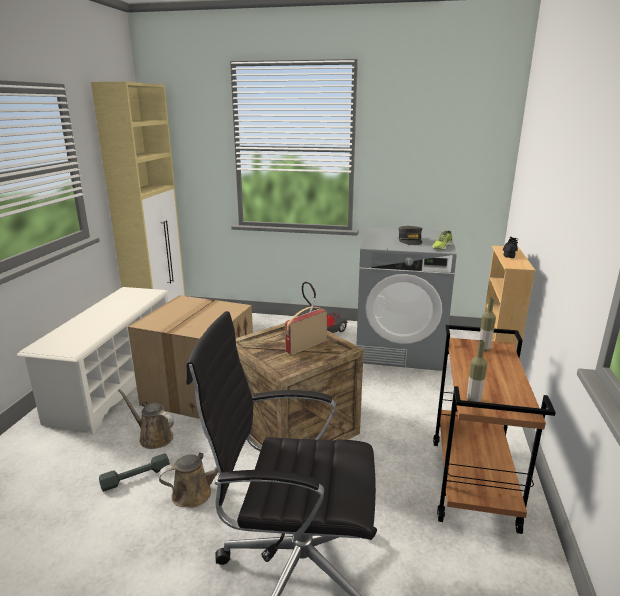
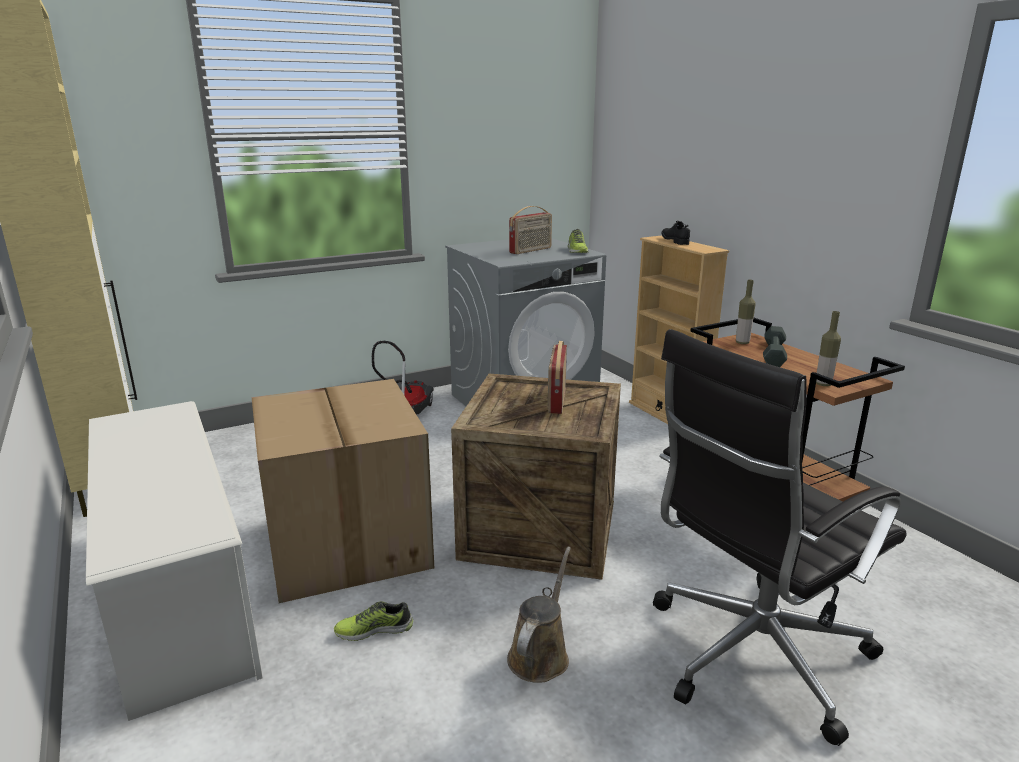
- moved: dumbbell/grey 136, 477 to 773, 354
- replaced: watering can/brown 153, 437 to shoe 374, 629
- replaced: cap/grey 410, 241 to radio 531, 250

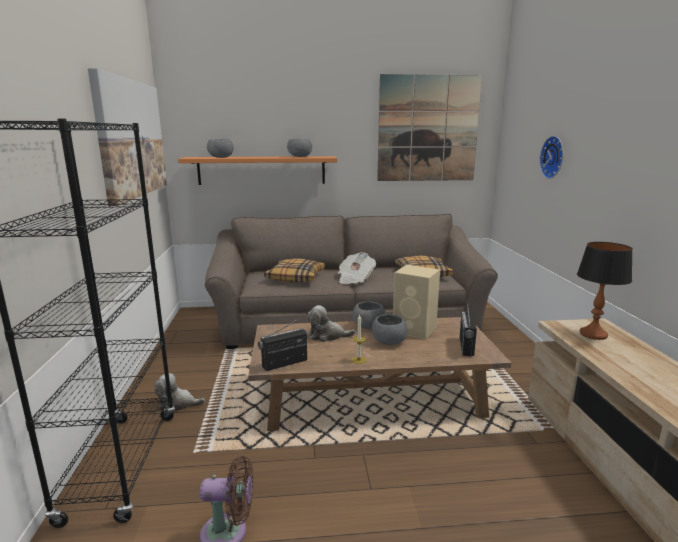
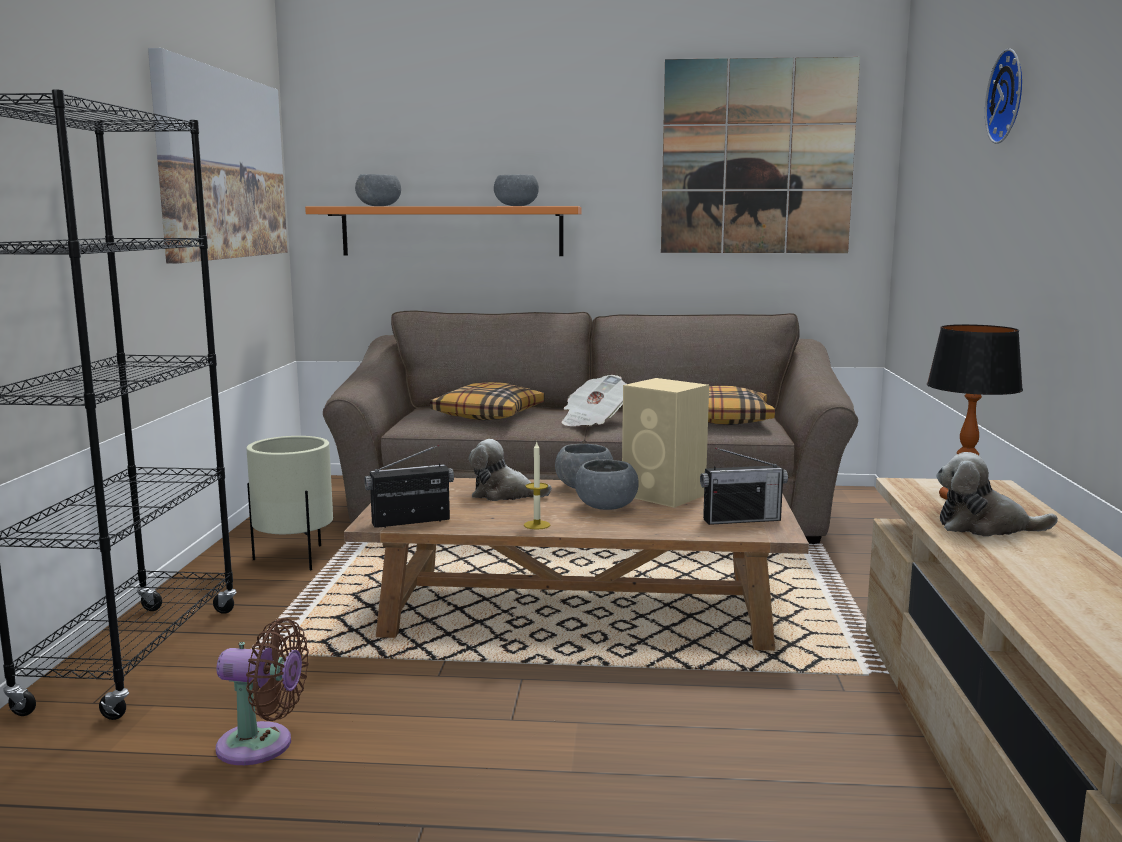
- added: planter/beige 295, 558
- moved: plush toy 177, 404 to 984, 527
- moved: wall clock 554, 157 to 1010, 96
- turned: radio 466, 346 = 741, 520 120 degrees counterclockwise

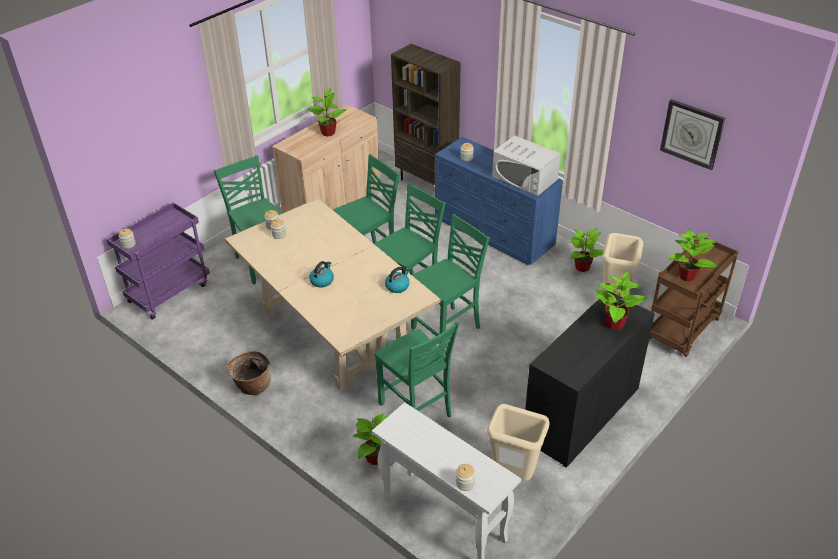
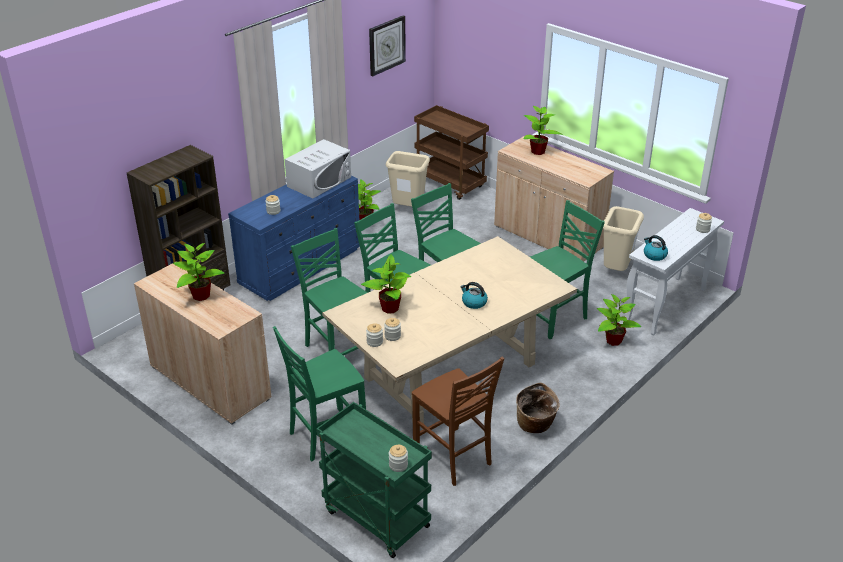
- added: chair/brown 454, 458
- moved: kettle 397, 286 to 654, 255
- moved: potted plant 687, 276 to 390, 308
- recoloured: cart/purple 169, 292 to cart/green 374, 518
- recoloured: cabinet/black 581, 414 to cabinet/beige 548, 237

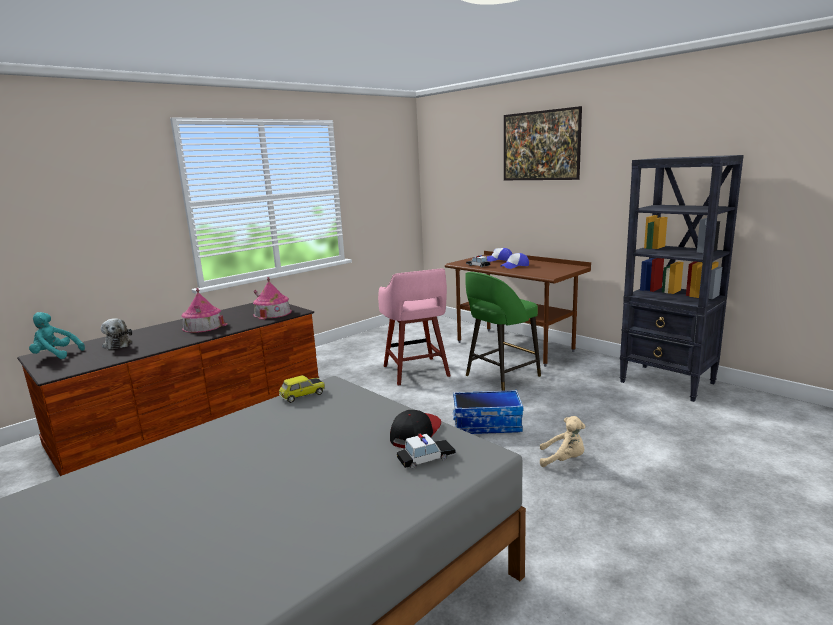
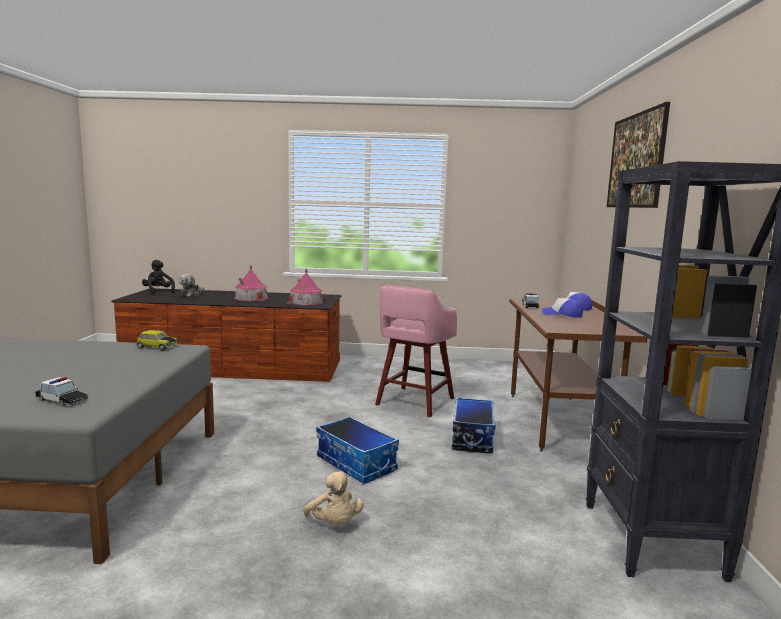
- removed: cap 415, 432
- replaced: stool/green 500, 376 to storage box 471, 438
- recoloured: plush toy/turquoise 55, 355 to plush toy/black 158, 291

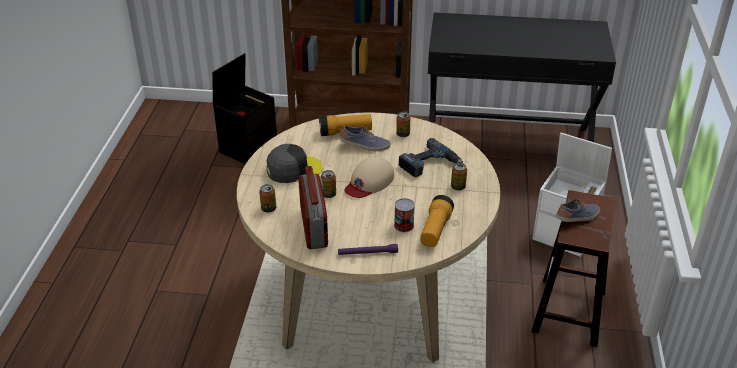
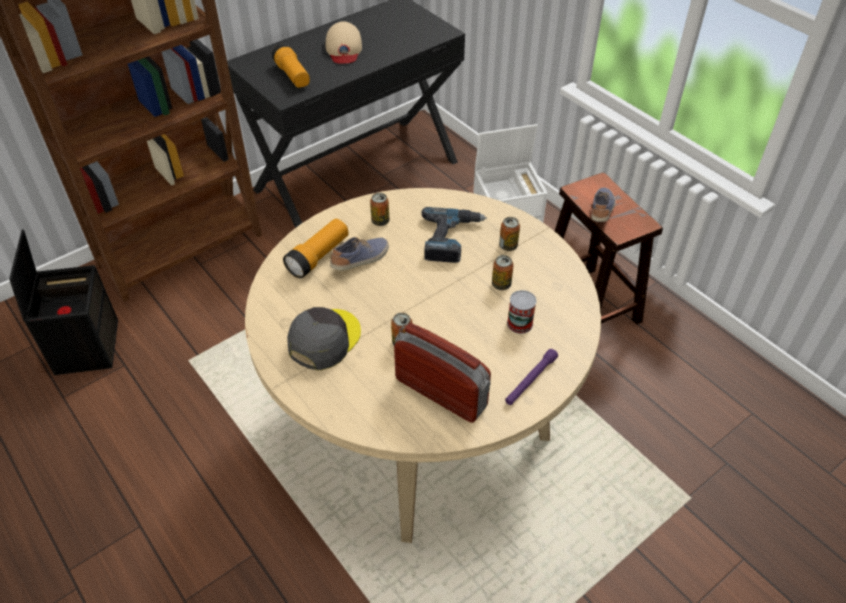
- moved: can 268, 209 to 501, 284
- moved: cap/beige 369, 182 to 344, 49
- moved: flashlight 435, 230 to 292, 76

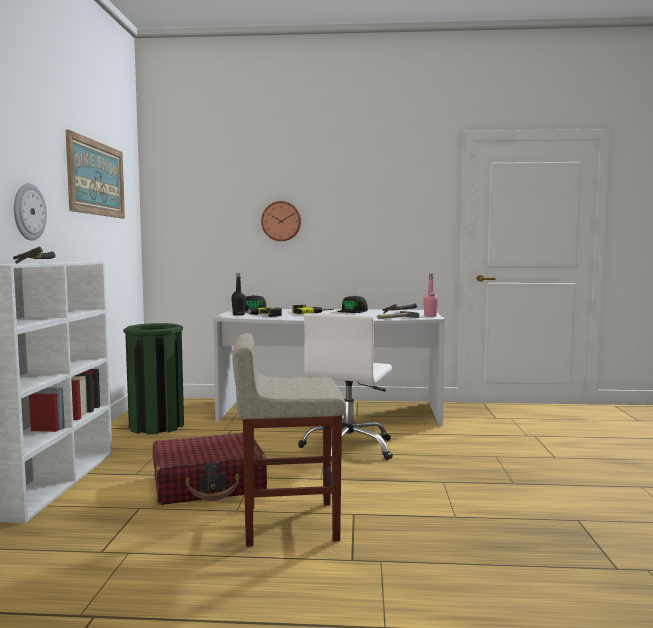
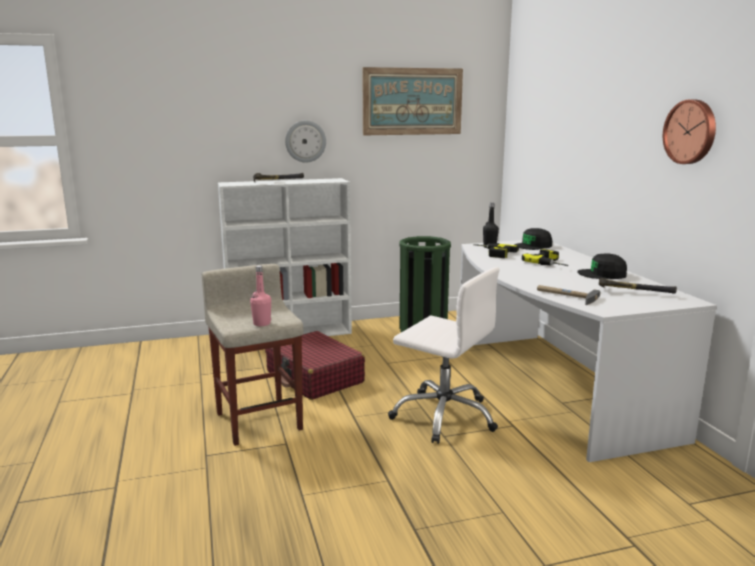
- moved: wall clock 281, 221 to 691, 132
- moved: bottle/pink 430, 316 to 262, 323
- turned: office chair/white 349, 448 = 444, 416 150 degrees counterclockwise

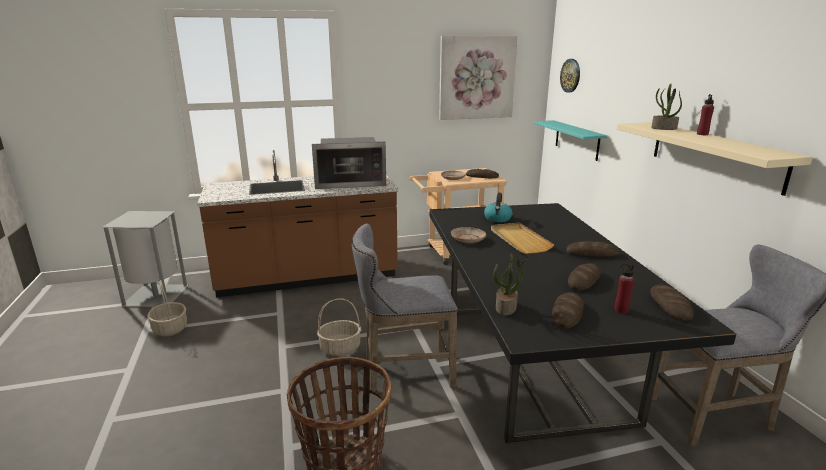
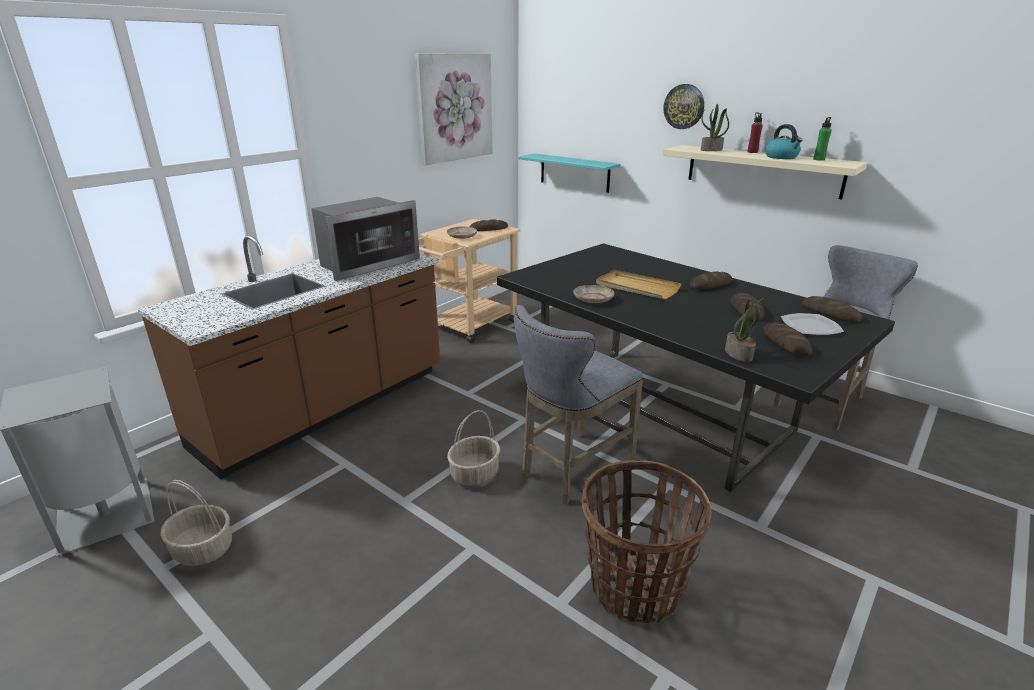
- added: bottle/green 819, 159
- moved: kettle 497, 219 to 781, 157
- moved: wall clock 570, 75 to 684, 106
- replaced: bottle/red 621, 309 to plate 810, 327

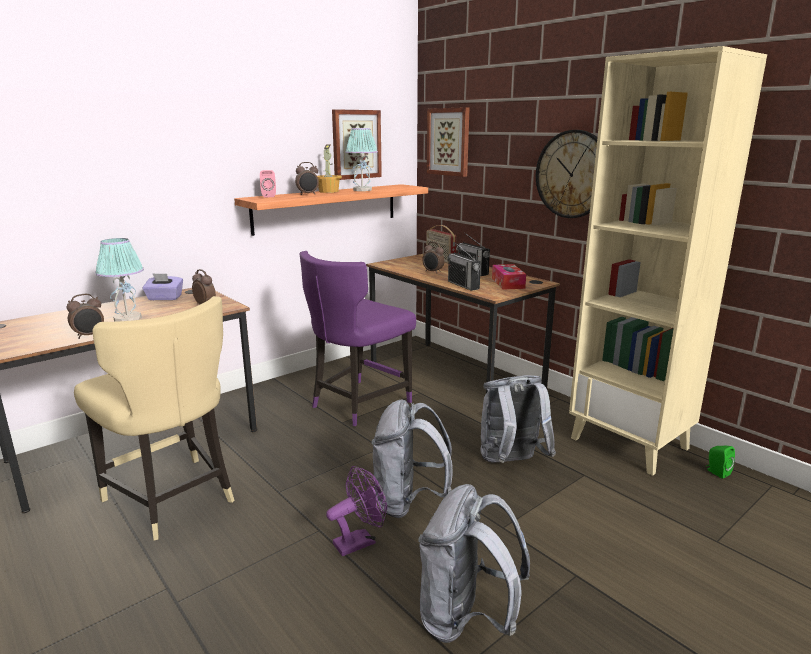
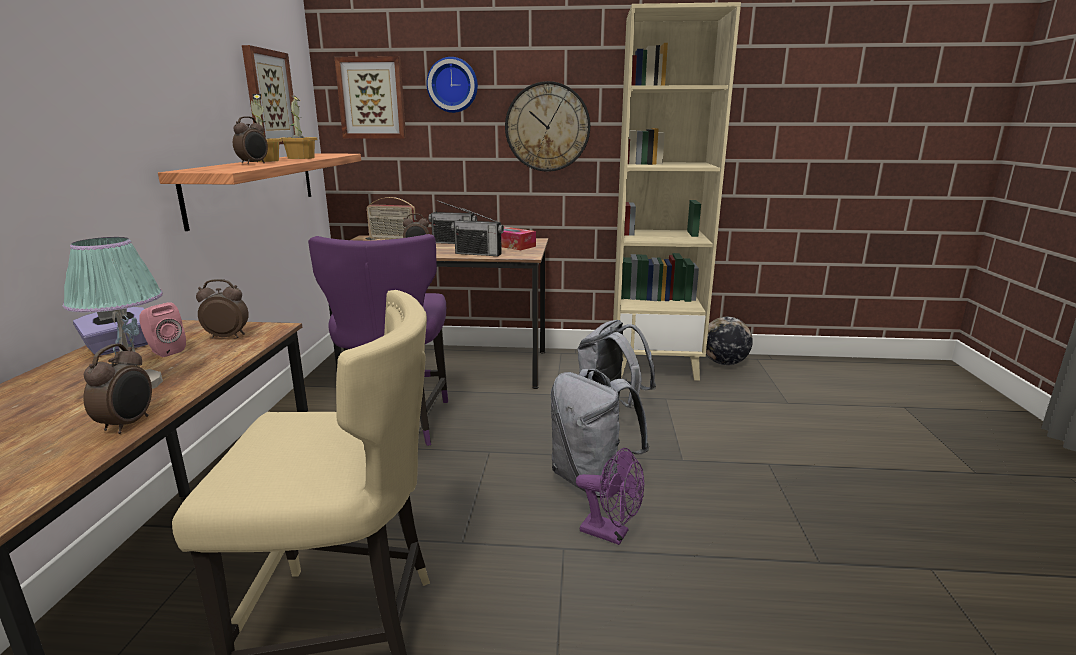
- removed: backpack/grey 466, 619
- added: wall clock 453, 85
- moved: speaker/pink 268, 196 to 164, 351
- replaced: table lamp 362, 190 to potted plant 300, 158
- replaced: speaker/green 716, 472 to globe 724, 363
- turned: fan/purple 360, 541 = 611, 533 105 degrees clockwise

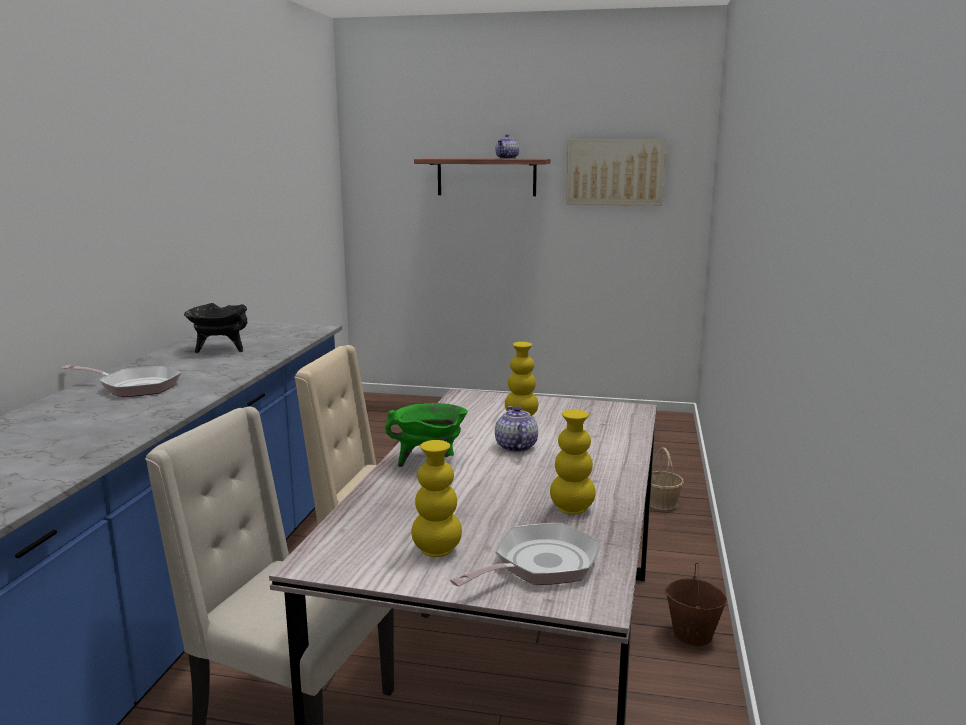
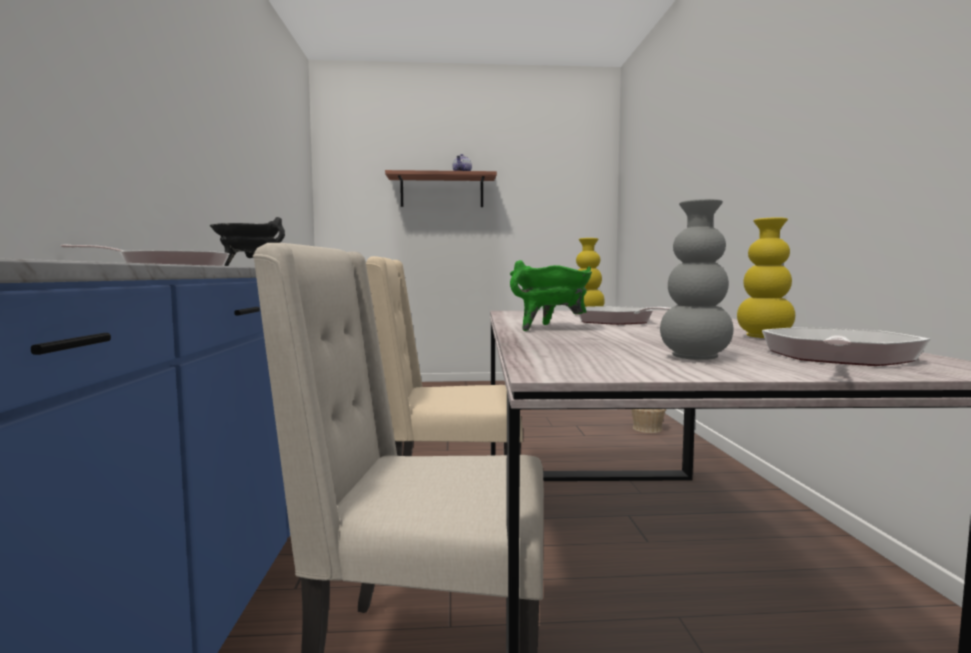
- removed: picture 615, 172
- removed: bucket/brown 692, 634
- replaced: teapot 515, 447 to frying pan 617, 322
- recoloured: vase/yellow 437, 550 to vase/grey 694, 358

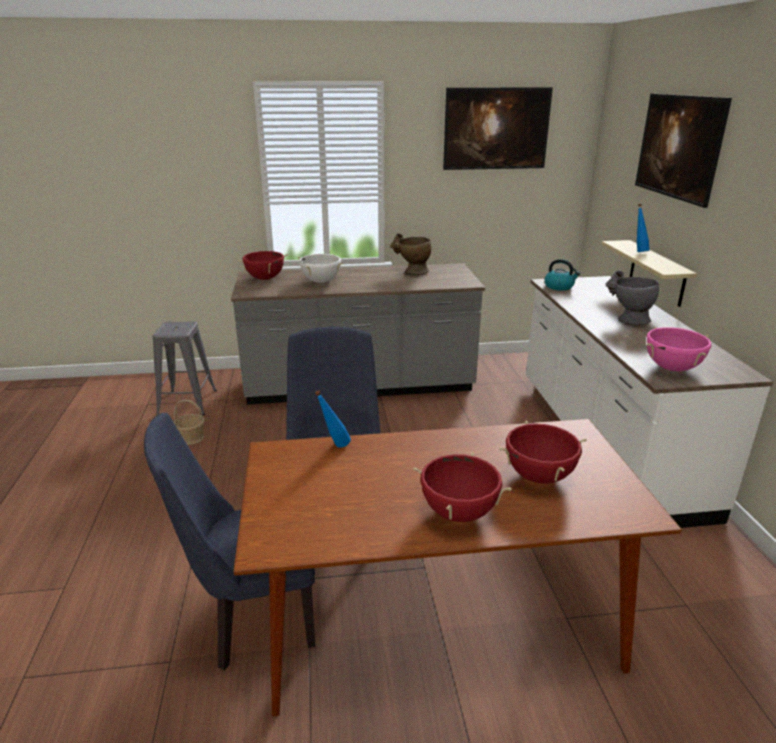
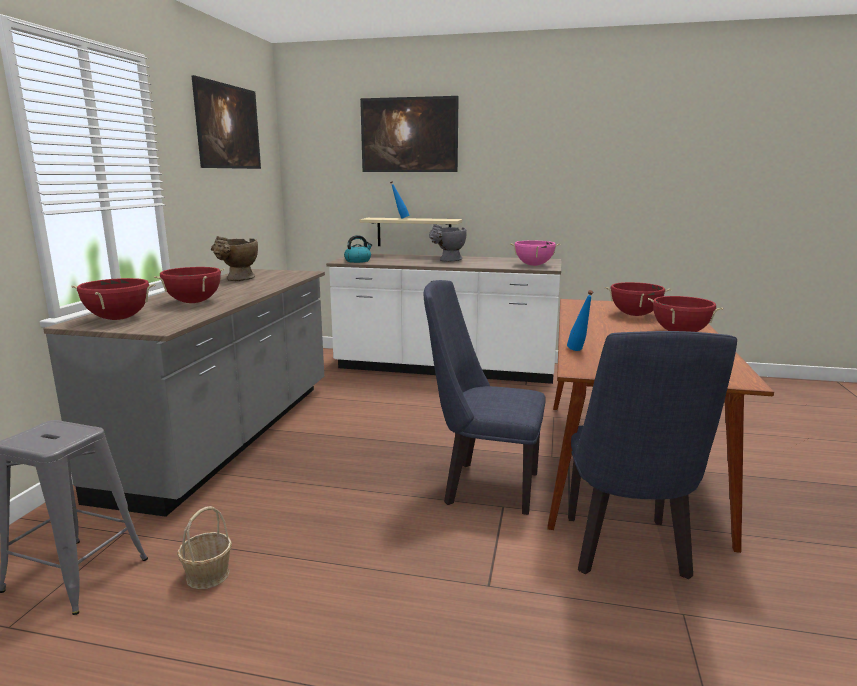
- recoloured: cooking pot/white 321, 281 to cooking pot/red 194, 302

